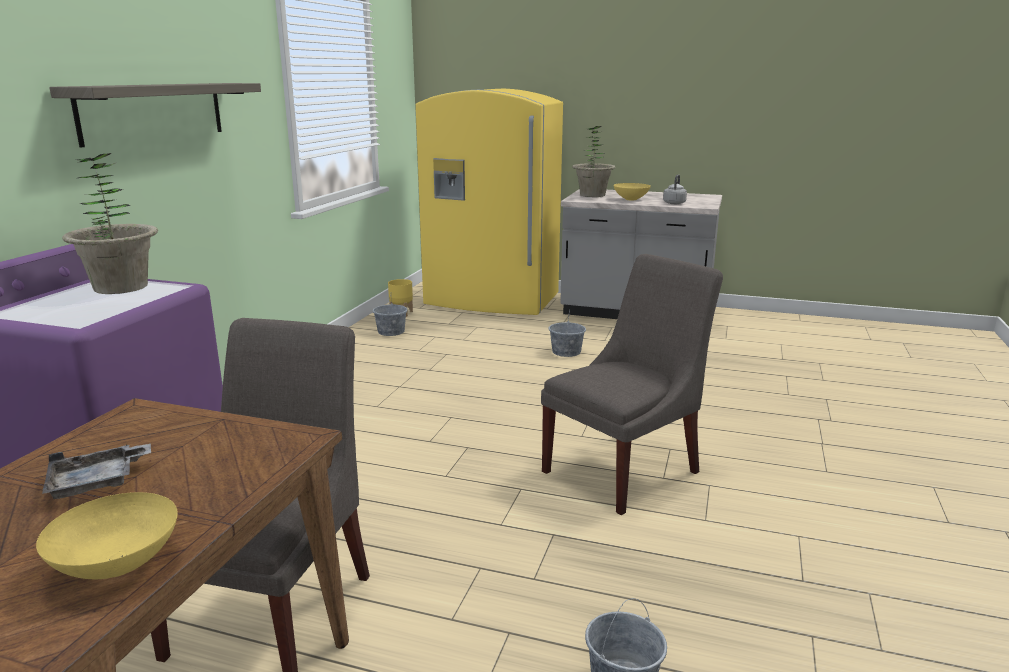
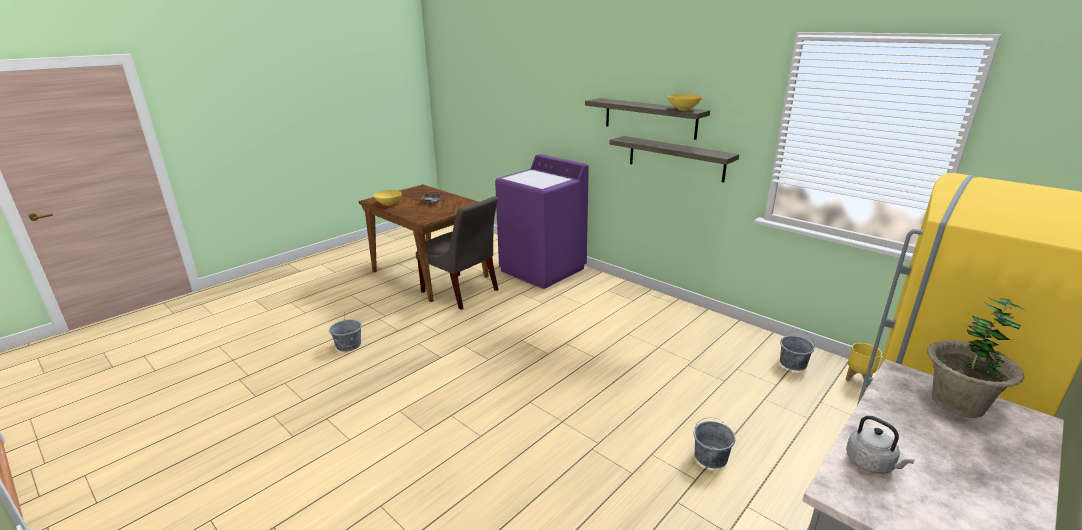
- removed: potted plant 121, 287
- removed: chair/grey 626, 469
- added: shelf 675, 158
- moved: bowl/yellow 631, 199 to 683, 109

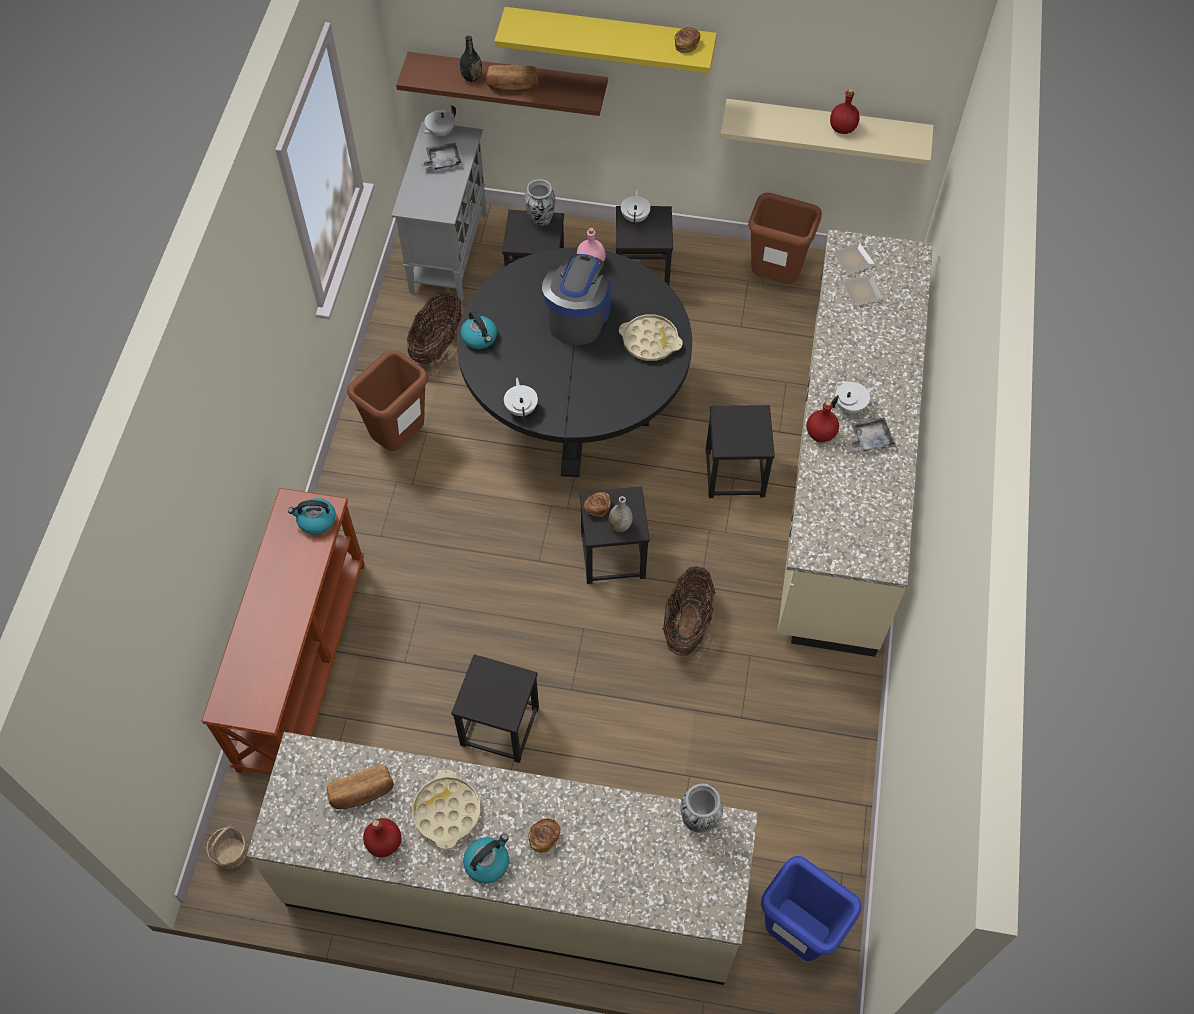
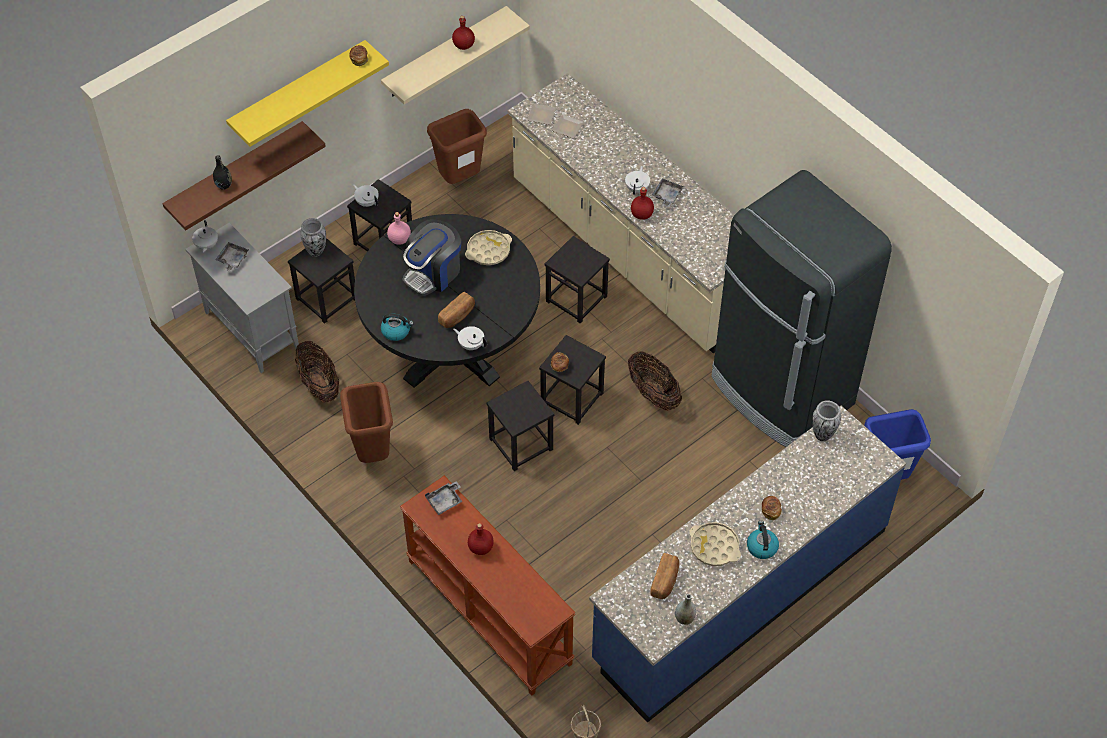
- added: fridge/black 781, 392
- moved: bottle/red 383, 843 to 480, 548
- moved: stool/black 499, 726 to 521, 444
- moved: bread 512, 87 to 457, 316
- moved: vase/grey 620, 525 to 684, 618
- replaced: kettle 316, 521 to tray/grey 445, 501
- recoloured: counter/beige 513, 887 to counter/blue 740, 594
- turned: coffee machine 578, 317 = 433, 273 105 degrees counterclockwise

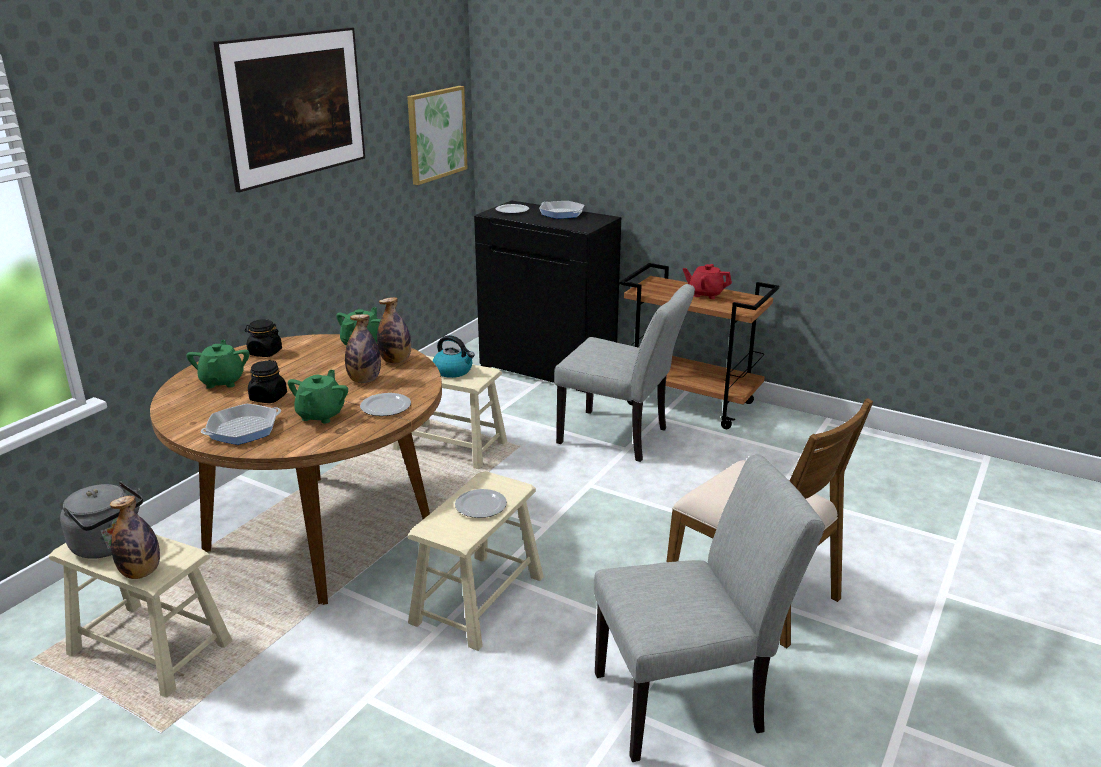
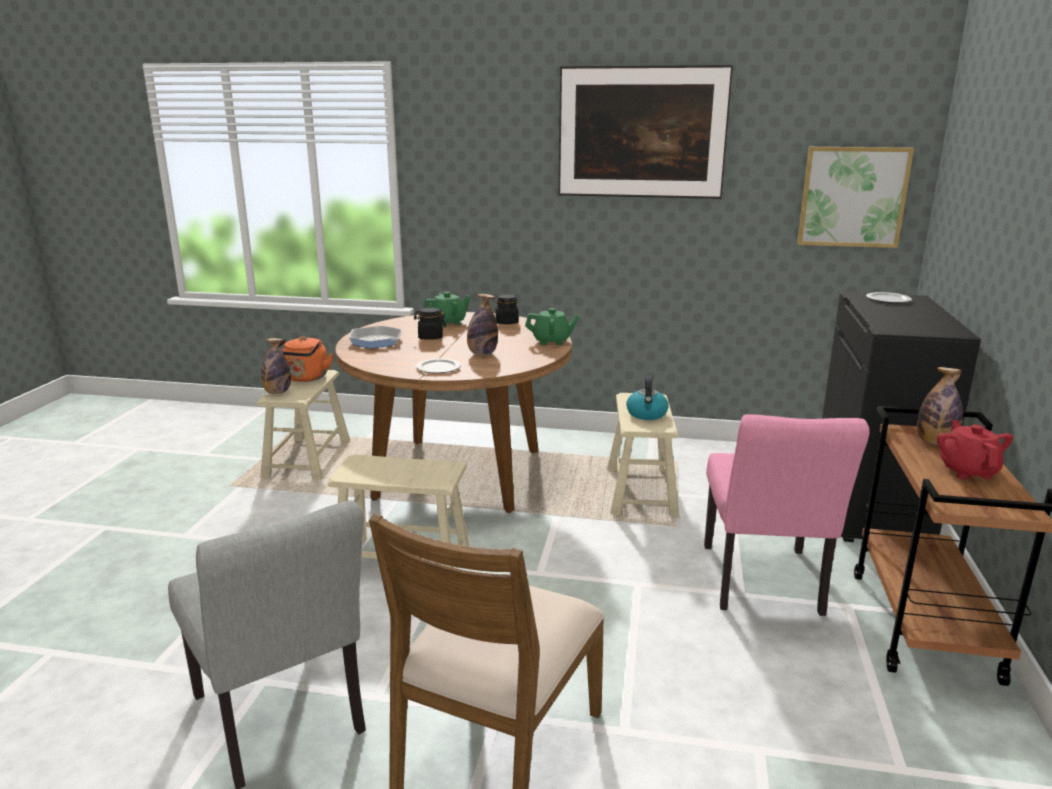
- removed: teapot/green 321, 415
- removed: plate 481, 506
- removed: frying pan 561, 213
- moved: bottle 396, 361 to 935, 442
- recoloured: kettle/grey 109, 545 to kettle/orange 305, 378
- recoloured: chair/grey 621, 438 to chair/pink 763, 585

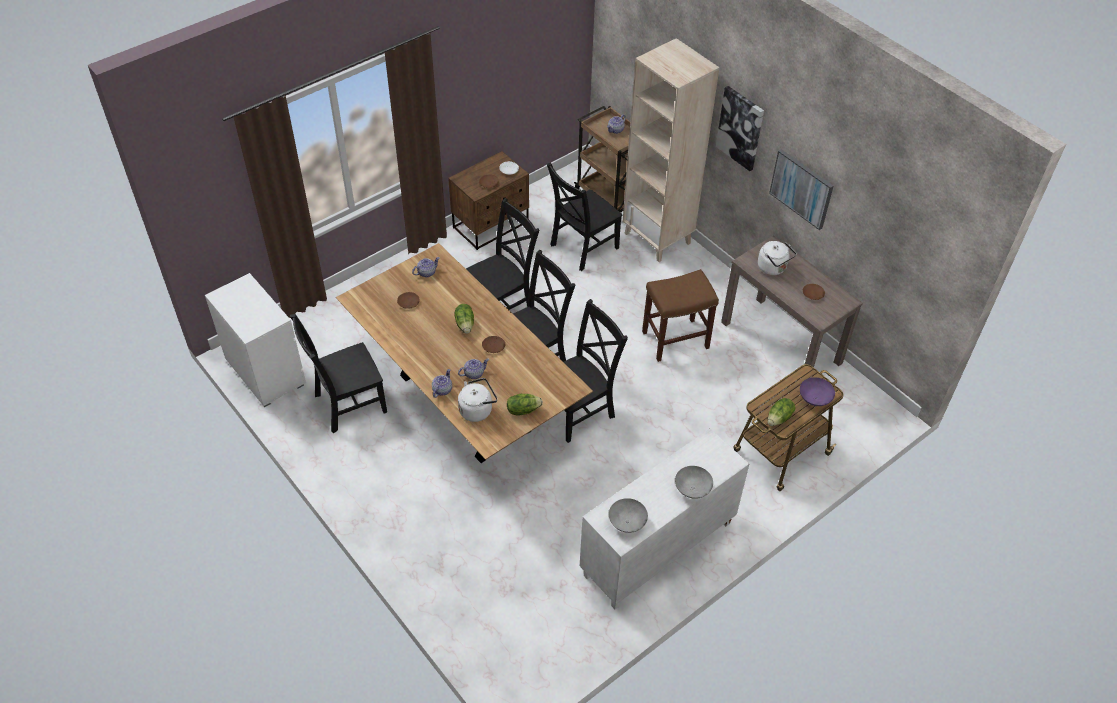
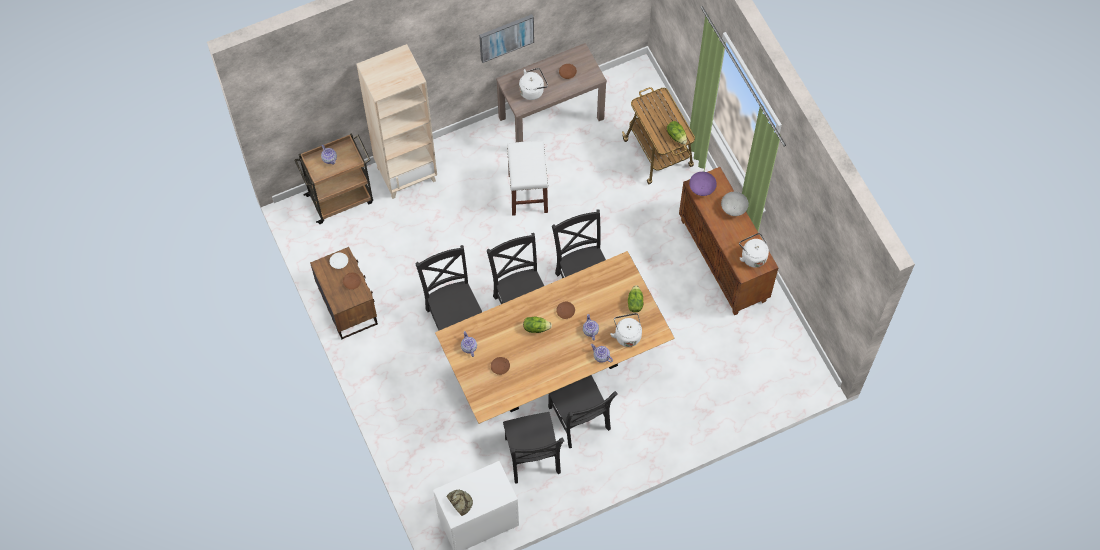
- removed: picture 740, 128
- added: bread 460, 502
- moved: chair/black 582, 247 to 580, 421
- moved: bowl/purple 814, 398 to 701, 188
- replaced: bowl/grey 628, 523 to kettle/white 752, 256
- recoloured: cabinet/white 657, 550 to cabinet/brown 724, 261
- recoloured: stool/brown 674, 340 to stool/white 528, 194

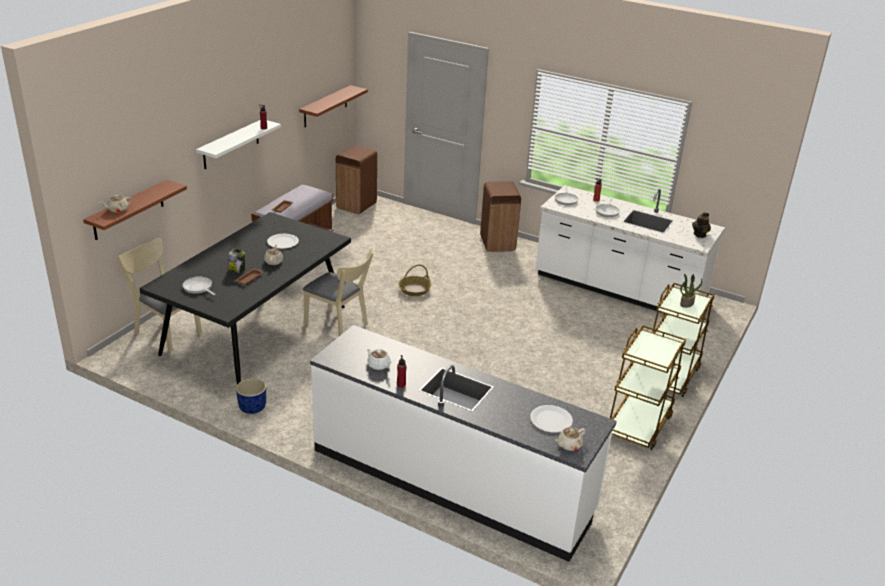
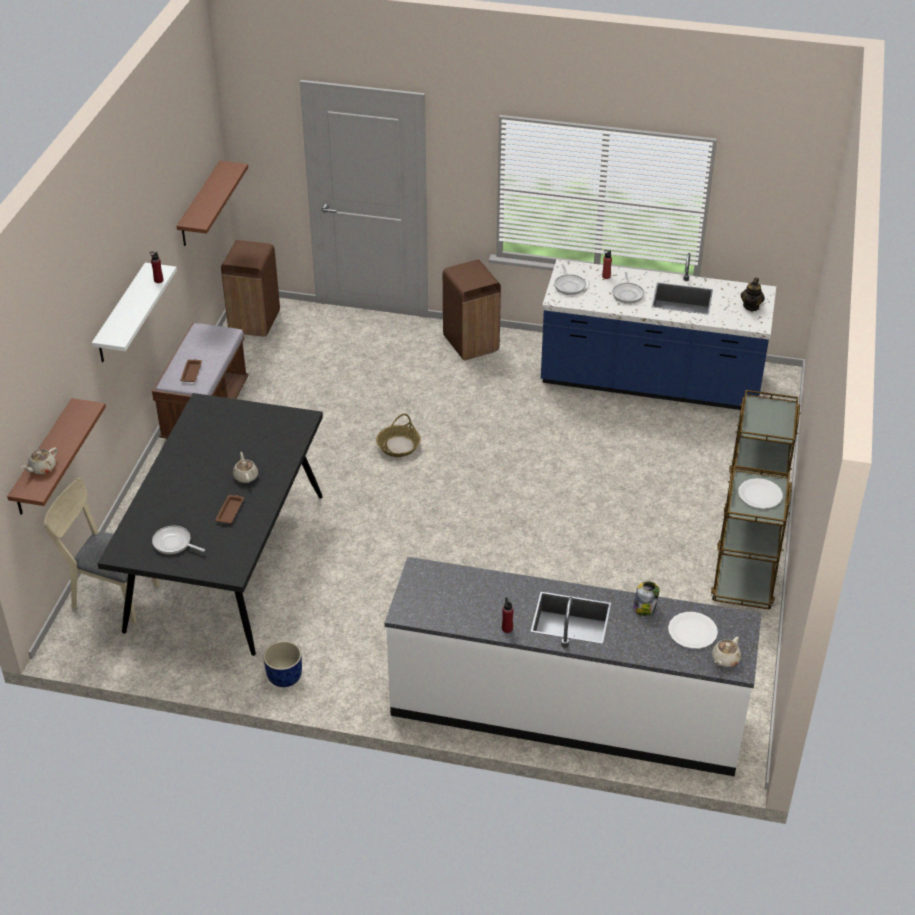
- removed: chair/beige 339, 326
- removed: teapot/white 379, 365
- removed: potted plant 686, 303
- moved: jar 237, 269 to 644, 608
- moved: plate/white 282, 242 to 760, 495
- recoloured: counter/white 619, 289 to counter/blue 650, 382

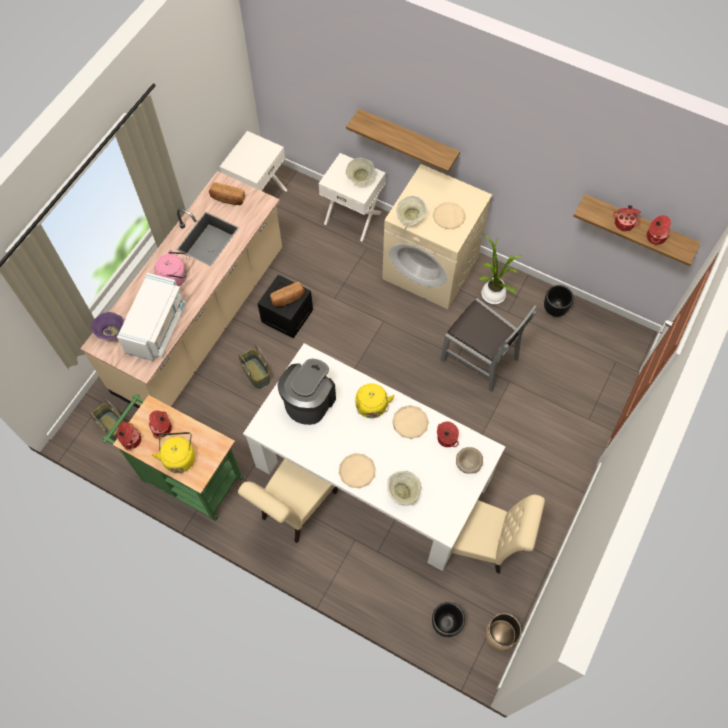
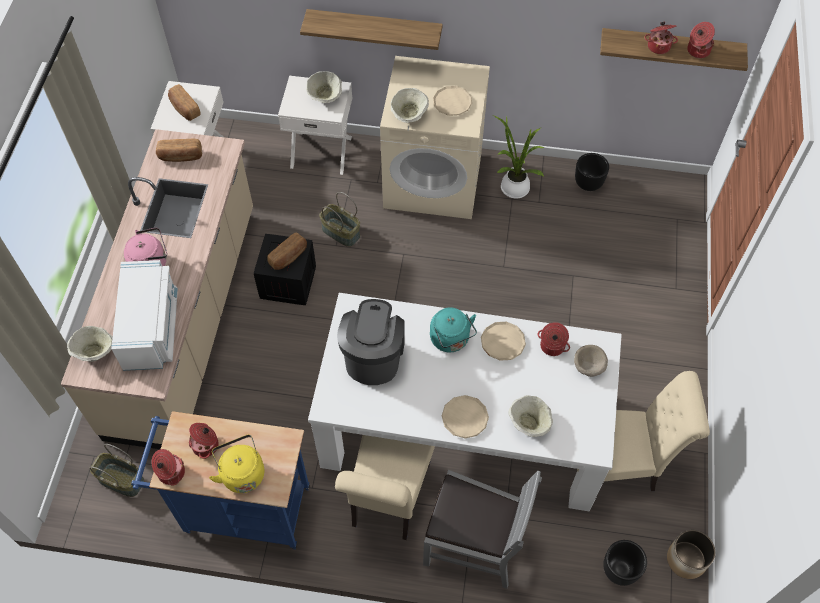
- added: bread 184, 108
- moved: basket 255, 373 to 340, 232
- moved: chair/grey 479, 358 to 474, 543
- recoloured: bowl/purple 112, 332 to bowl/beige 95, 352
- recoloured: cart/green 187, 477 to cart/blue 240, 508
- recoloured: kettle/yellow 372, 408 to kettle/turquoise 451, 340

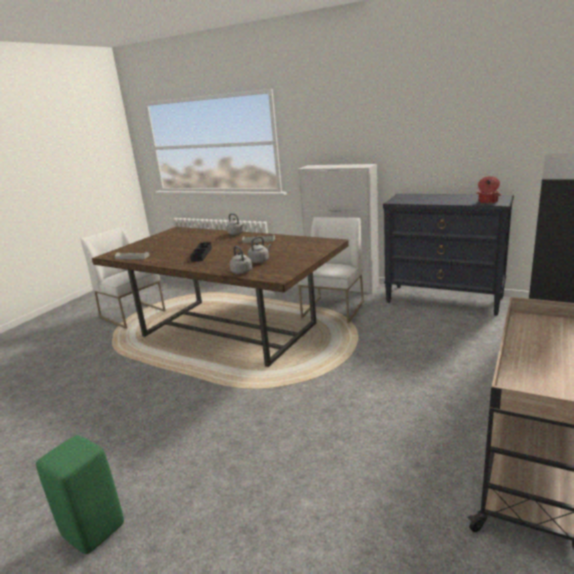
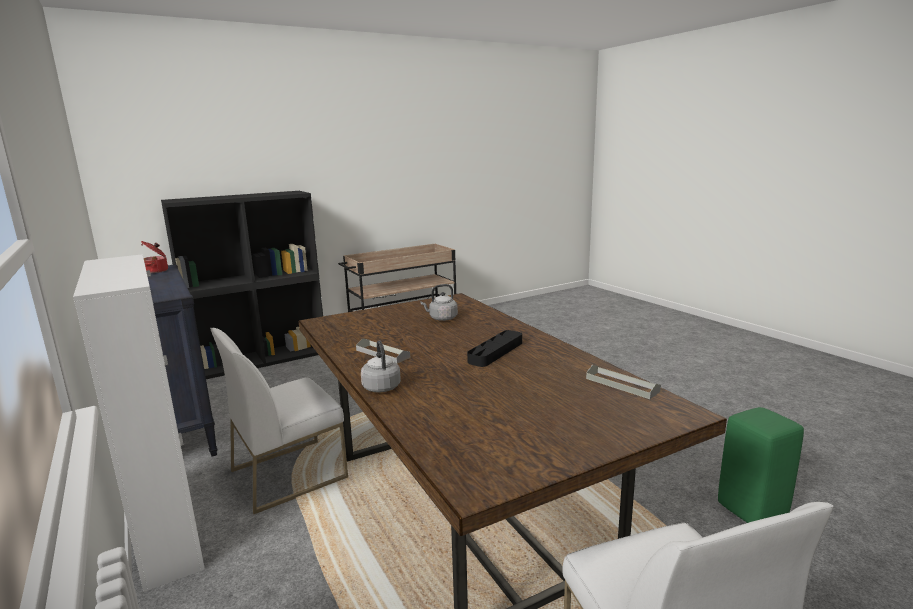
- removed: kettle/grey 242, 272
- moved: stool/green 93, 532 to 751, 509

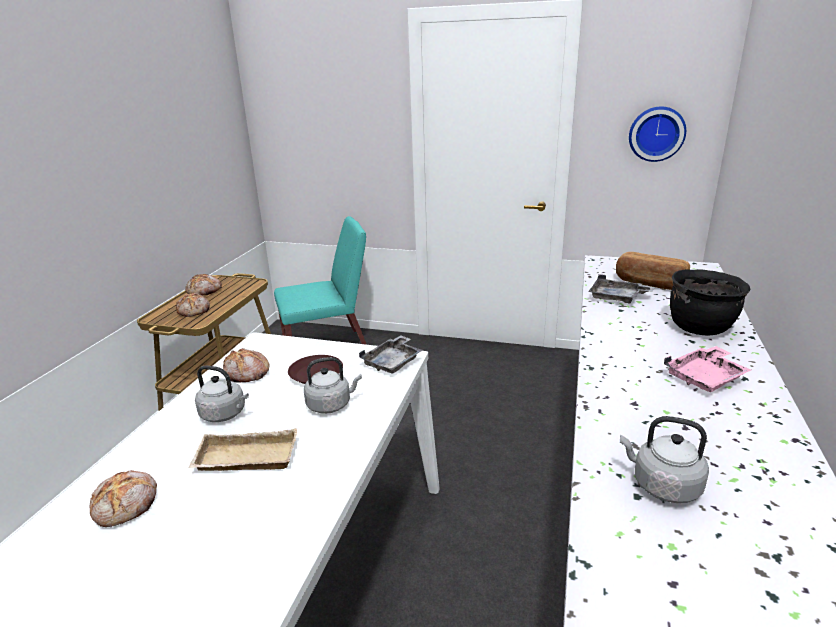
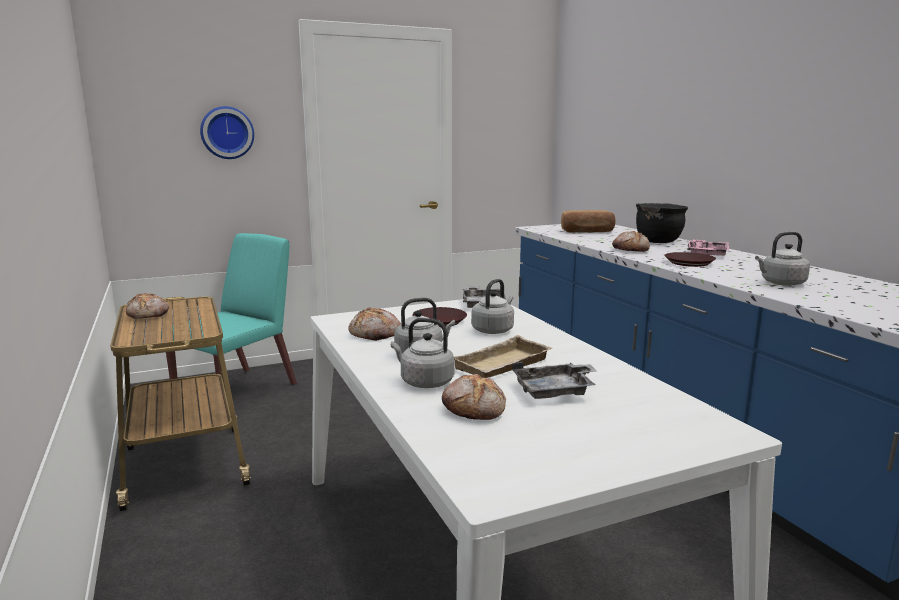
- added: kettle/grey 424, 382
- added: plate/brown 688, 263
- moved: bread 194, 310 to 630, 250
- moved: tray/grey 617, 298 to 555, 391
- moved: wall clock 656, 133 to 227, 133

